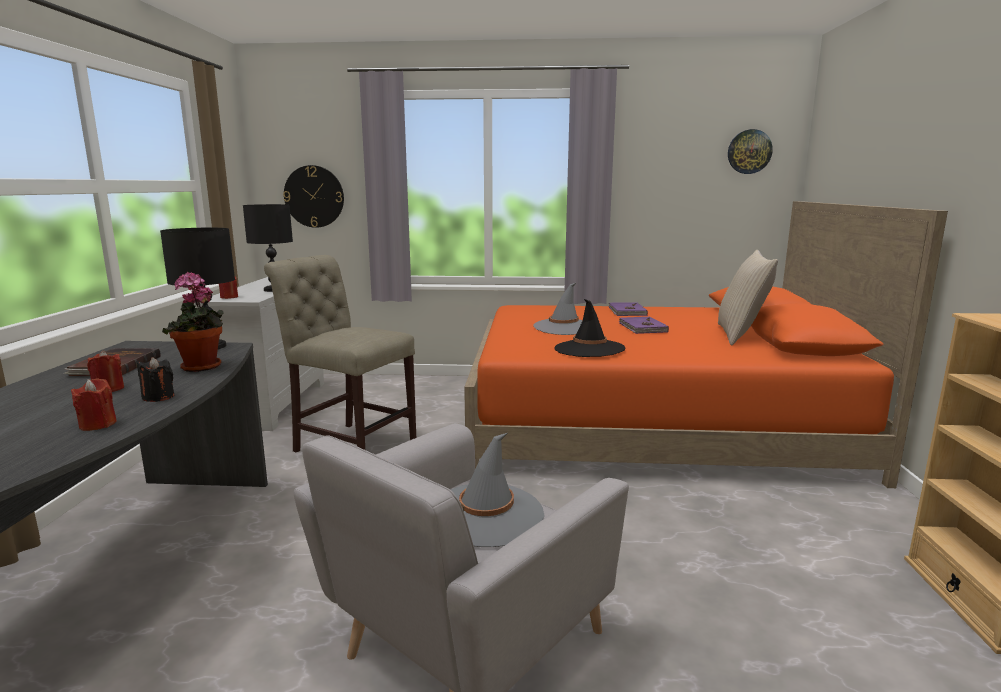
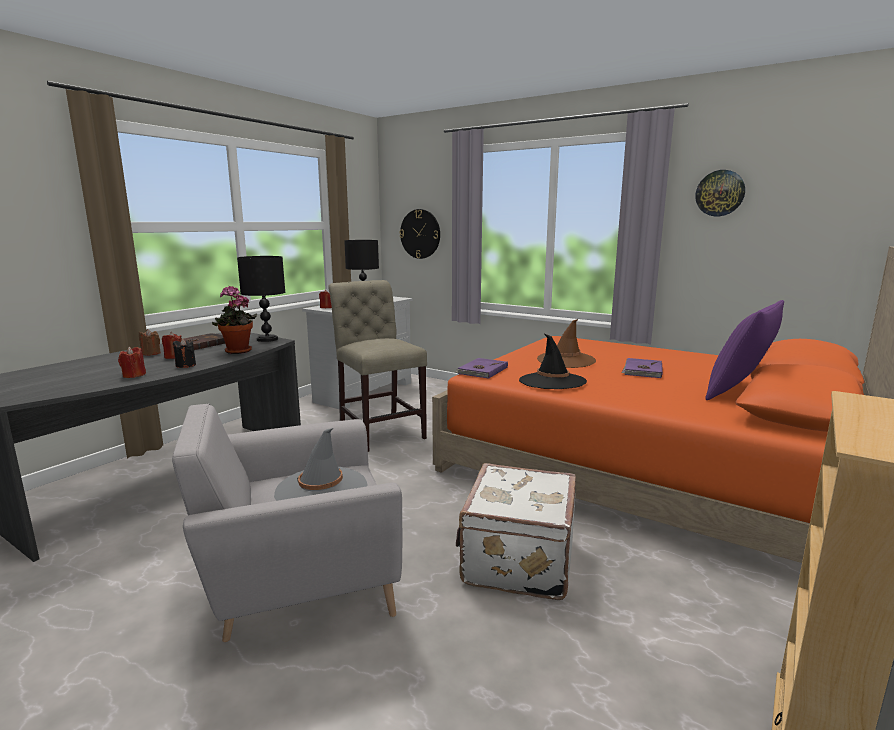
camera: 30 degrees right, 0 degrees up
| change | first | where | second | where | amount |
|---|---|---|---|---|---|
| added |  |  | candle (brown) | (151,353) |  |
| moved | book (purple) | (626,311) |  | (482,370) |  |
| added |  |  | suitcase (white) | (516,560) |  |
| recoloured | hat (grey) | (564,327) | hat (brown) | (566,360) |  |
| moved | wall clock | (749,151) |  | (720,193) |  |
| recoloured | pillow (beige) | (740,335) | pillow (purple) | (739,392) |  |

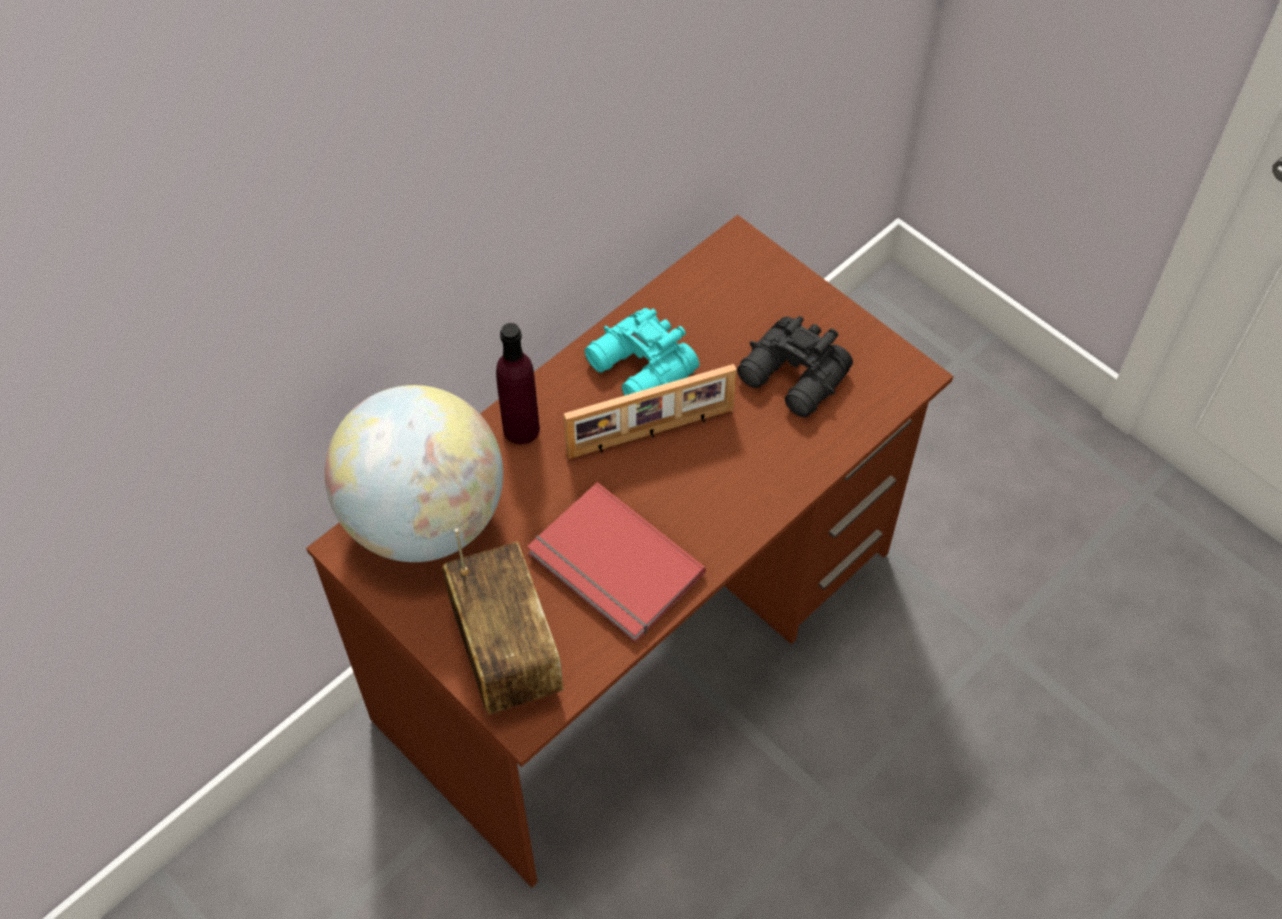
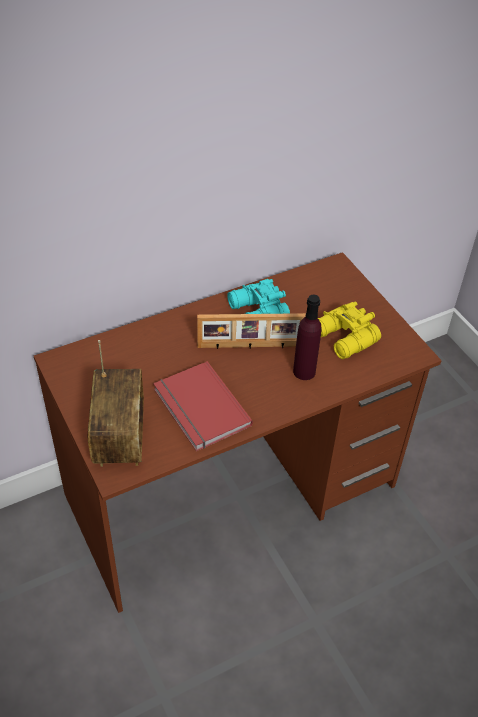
camera: 15 degrees right, 10 degrees down
| change | first | where | second | where | amount |
|---|---|---|---|---|---|
| moved | bottle (purple) | (521,429) |  | (304,371) |  |
| recoloured | binoculars (black) | (793,378) | binoculars (yellow) | (344,339) |  |
| removed | globe | (424,518) |  |  |  |

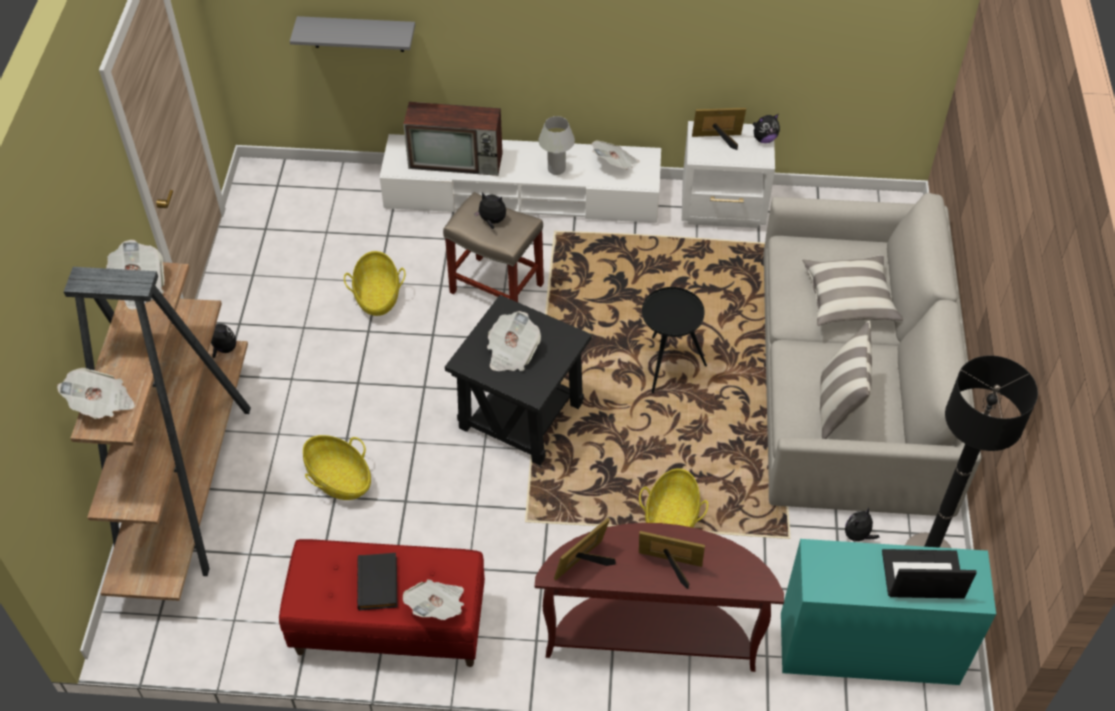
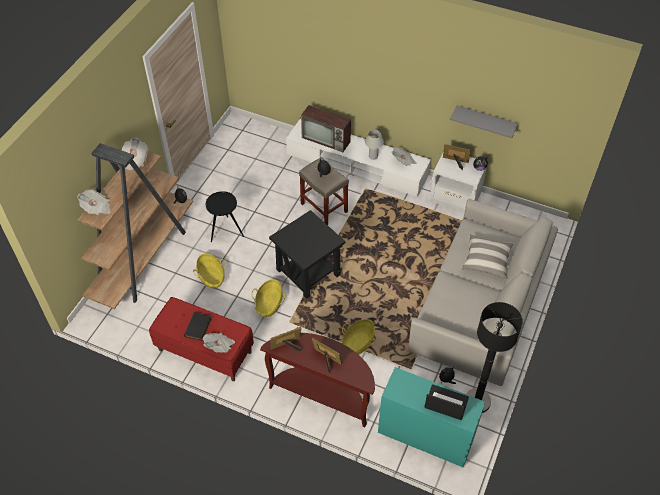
camera: 20 degrees right, 0 degrees up
| change | first | where | second | where | amount |
|---|---|---|---|---|---|
| moved | side table (black) | (667,367) |  | (225,232) |  |
| moved | basket | (377,296) |  | (269,304) |  |
| moved | shelf (grey) | (357,34) |  | (485,121) |  |
| removed | newspaper | (511,352) |  |  |  |
| removed | pillow | (839,406) |  |  |  |

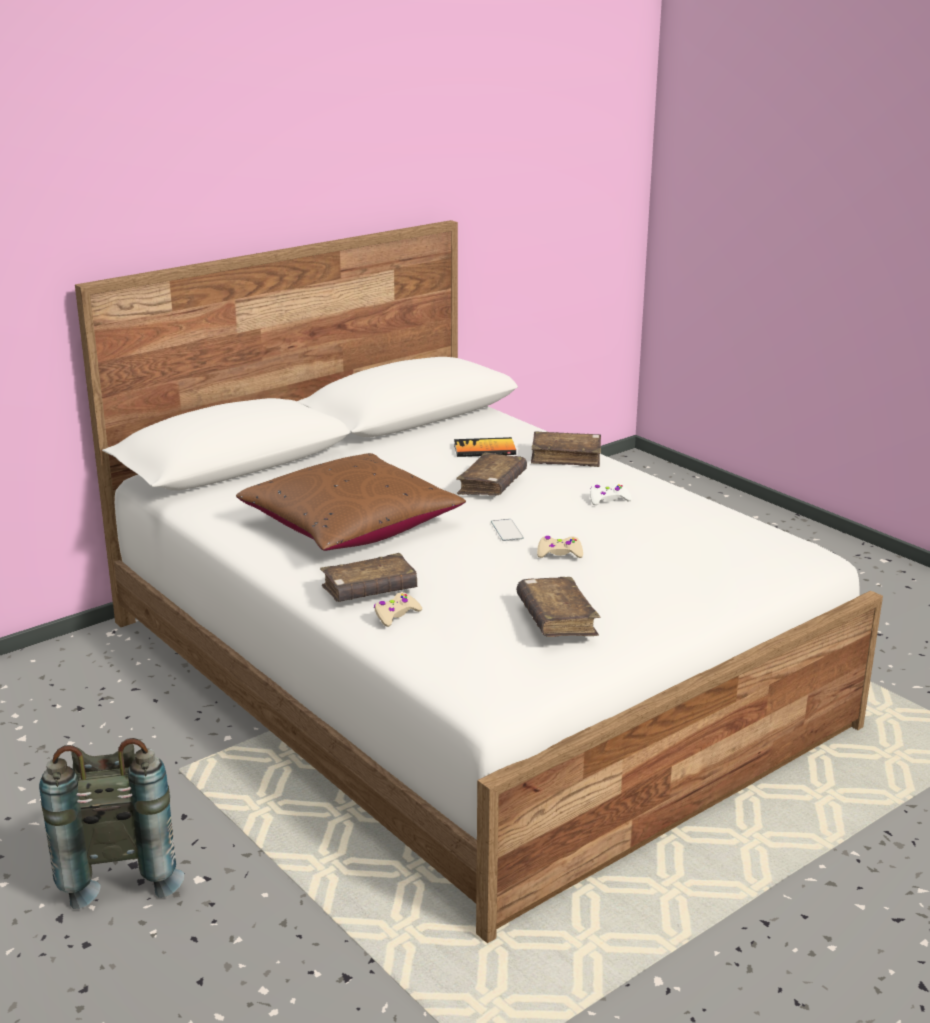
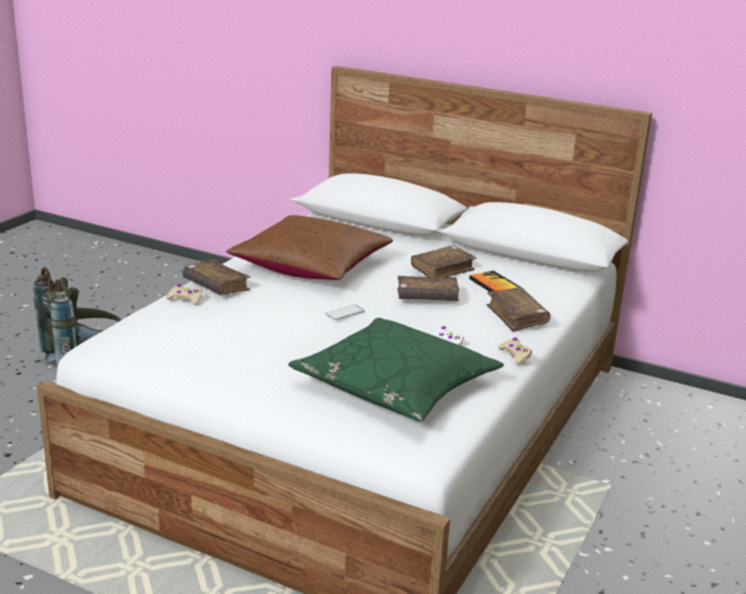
camera: 65 degrees right, 0 degrees up
| change | first | where | second | where | amount |
|---|---|---|---|---|---|
| added |  |  | pillow (green) | (395,385) |  |
| moved | book (brown) | (556,619) |  | (442,270) |  |
| moved | game controller (beige) | (559,553) |  | (515,355) |  |

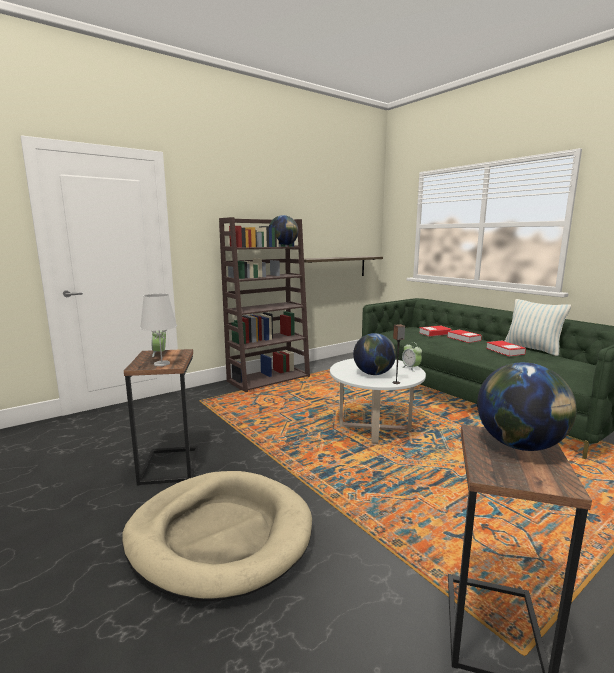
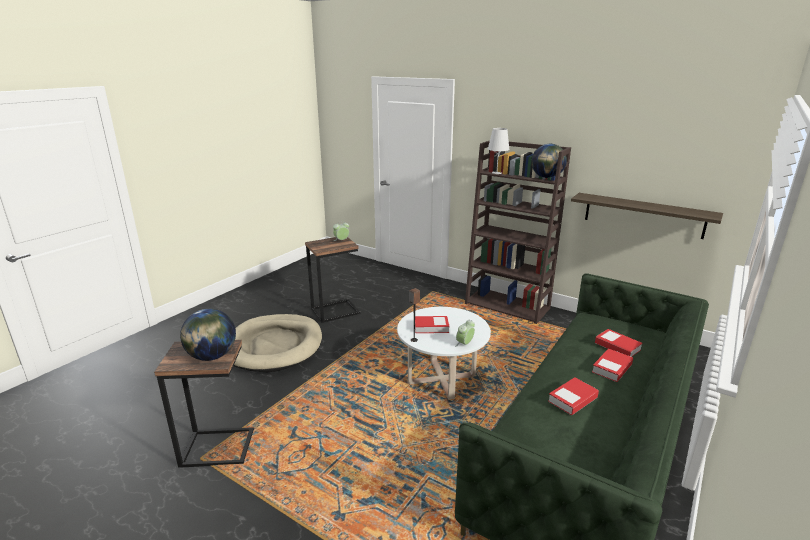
camera: 70 degrees right, 10 degrees up
| change | first | where | second | where | amount |
|---|---|---|---|---|---|
| replaced | globe | (374,374) | book | (431,327) |  |
| moved | table lamp (white) | (161,363) |  | (496,173) |  |
| removed | pillow | (532,349) |  |  |  |

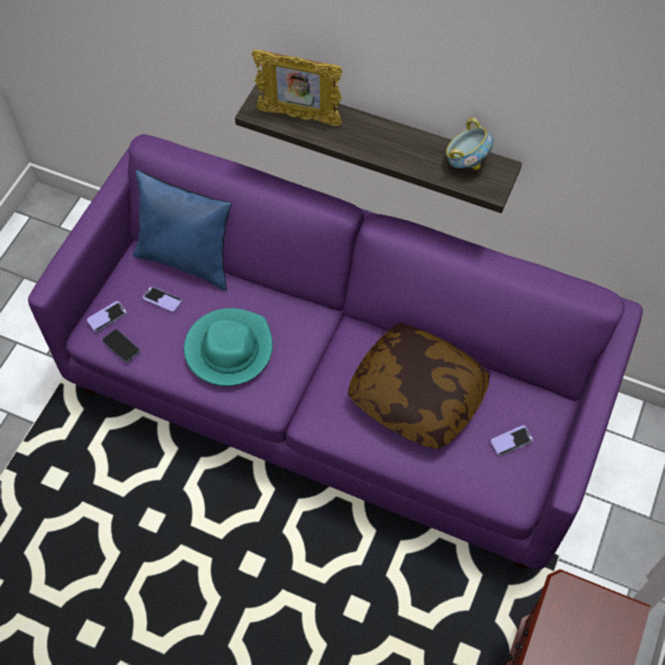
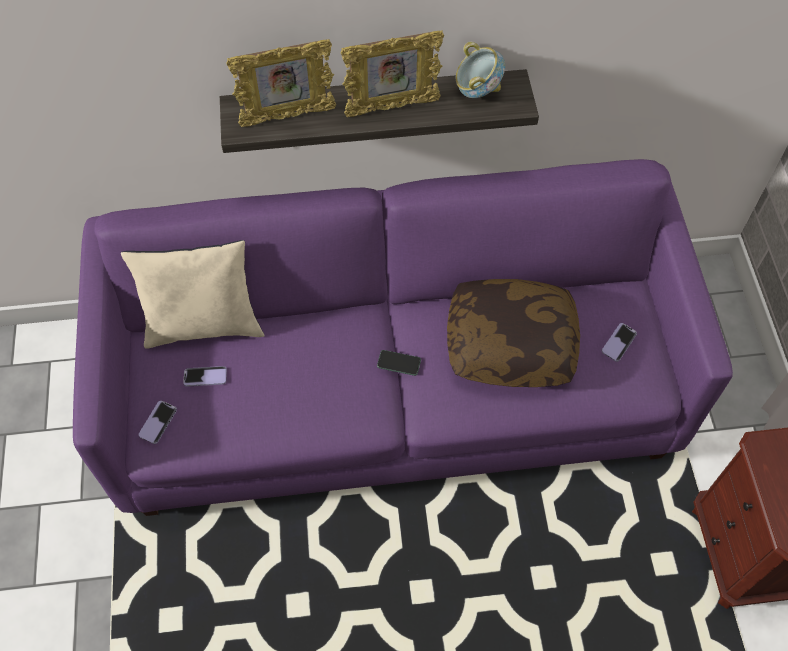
camera: 30 degrees left, 0 degrees up
| change | first | where | second | where | amount |
|---|---|---|---|---|---|
| recoloured | pillow (blue) | (188,259) | pillow (beige) | (204,324) |  |
| added |  |  | picture frame | (392,107) |  |
| moved | phone | (121,346) |  | (399,363) |  |
| removed | hat (turquoise) | (229,349) |  |  |  |

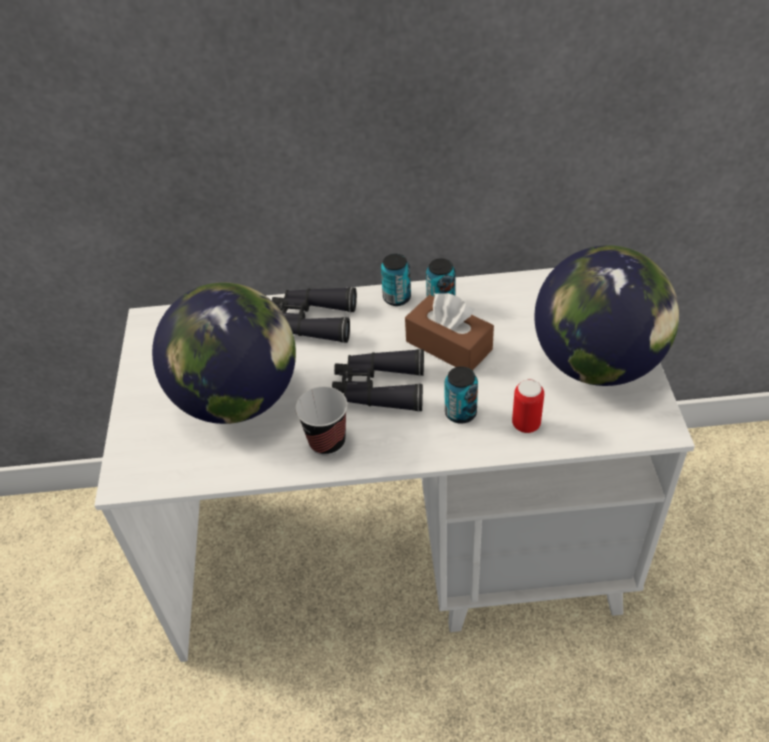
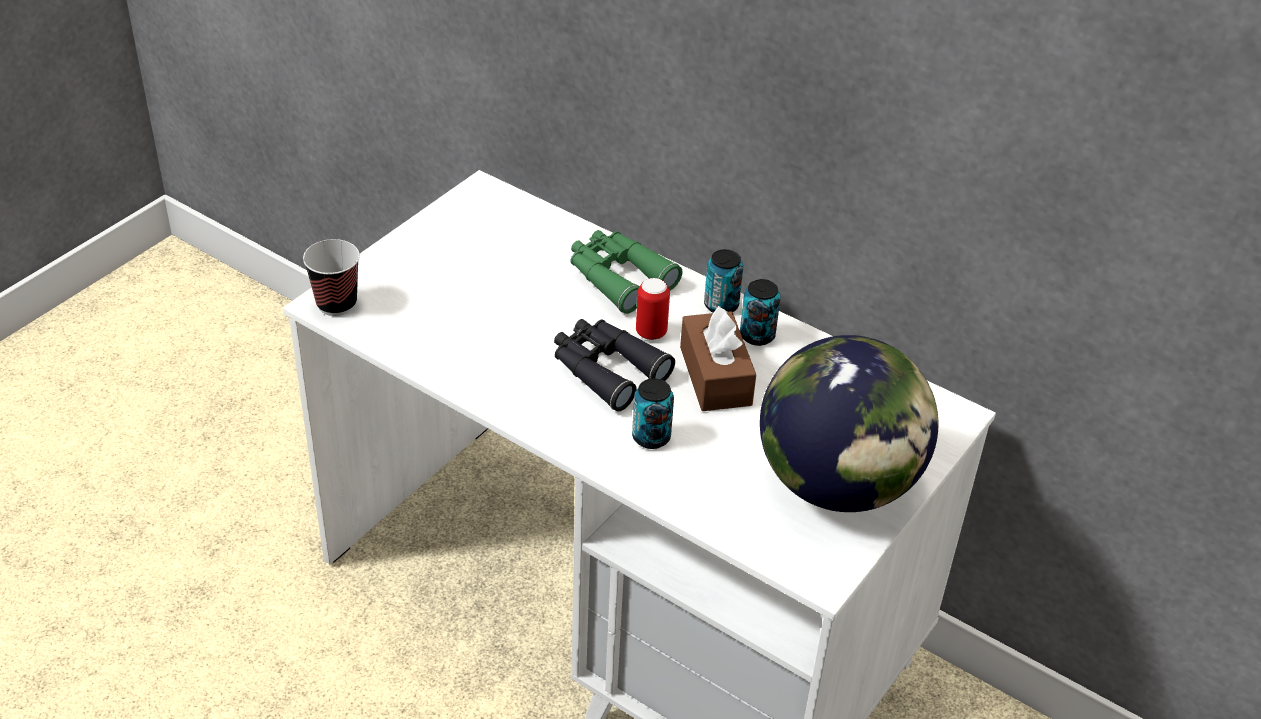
camera: 35 degrees right, 5 degrees down
| change | first | where | second | where | amount |
|---|---|---|---|---|---|
| moved | cup | (327,442) |  | (336,304) |  |
| recoloured | binoculars (black) | (312,322) | binoculars (green) | (618,277) |  |
| moved | can | (526,424) |  | (651,332) |  |
| removed | globe | (238,399) |  |  |  |

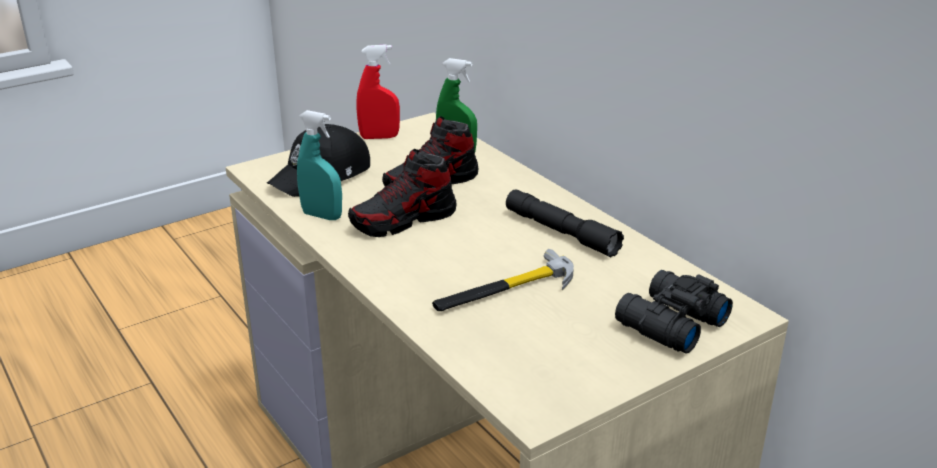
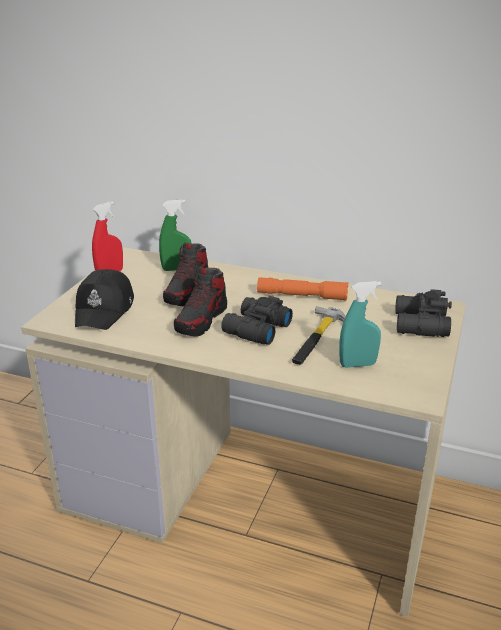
camera: 35 degrees left, 0 degrees up
| change | first | where | second | where | amount |
|---|---|---|---|---|---|
| added |  |  | binoculars (black) | (255,329) |  |
| recoloured | flashlight (black) | (561,232) | flashlight (orange) | (302,296) |  |
| moved | spray bottle (turquoise) | (322,216) |  | (357,364) |  |

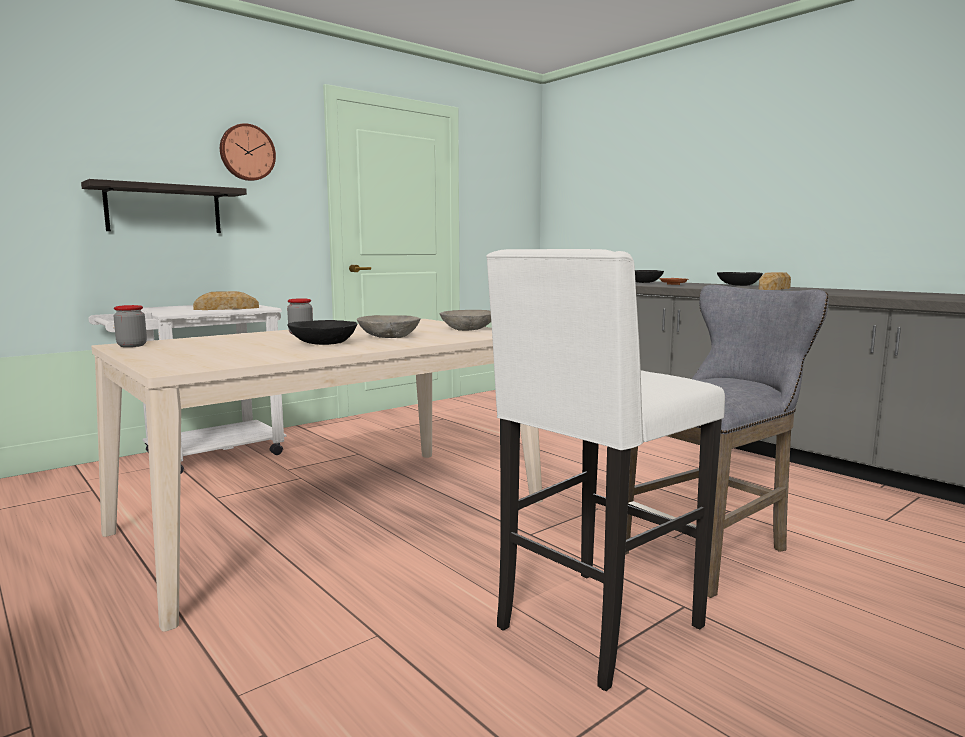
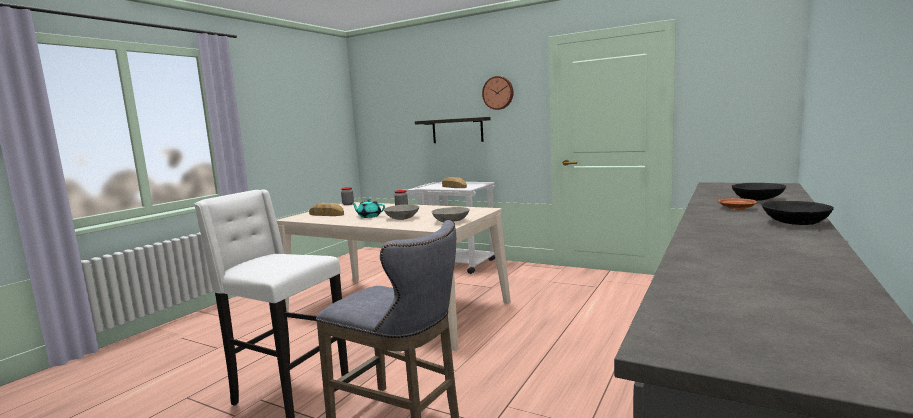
camera: 70 degrees right, 0 degrees up
| change | first | where | second | where | amount |
|---|---|---|---|---|---|
| moved | bread | (774,288) |  | (326,214) |  |
| replaced | bowl (black) | (323,343) | teapot (turquoise) | (369,216) |  |

